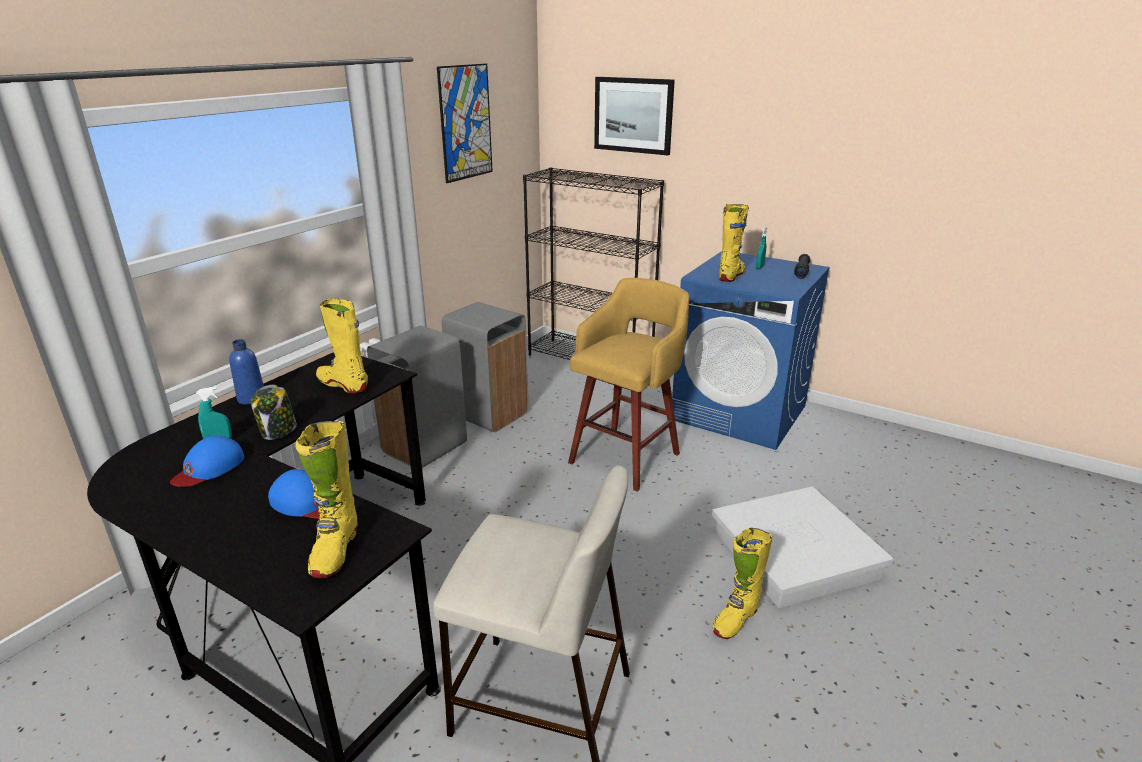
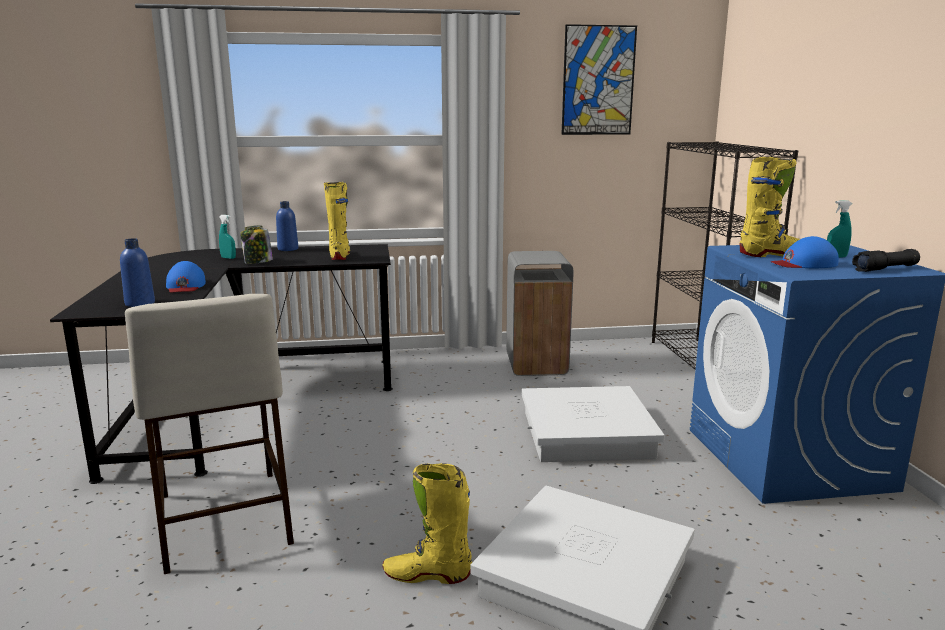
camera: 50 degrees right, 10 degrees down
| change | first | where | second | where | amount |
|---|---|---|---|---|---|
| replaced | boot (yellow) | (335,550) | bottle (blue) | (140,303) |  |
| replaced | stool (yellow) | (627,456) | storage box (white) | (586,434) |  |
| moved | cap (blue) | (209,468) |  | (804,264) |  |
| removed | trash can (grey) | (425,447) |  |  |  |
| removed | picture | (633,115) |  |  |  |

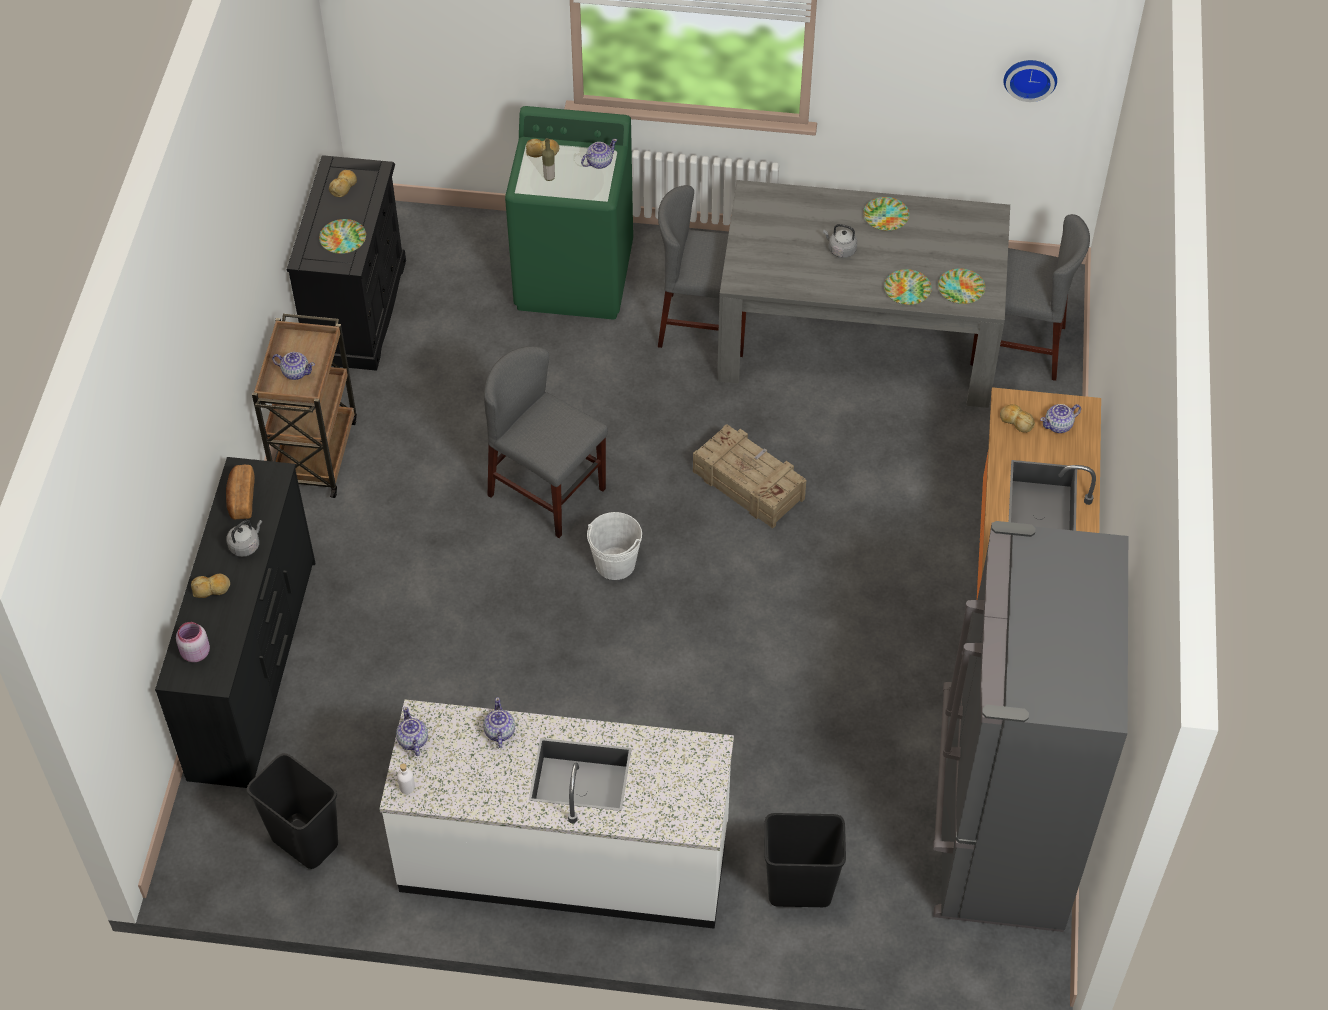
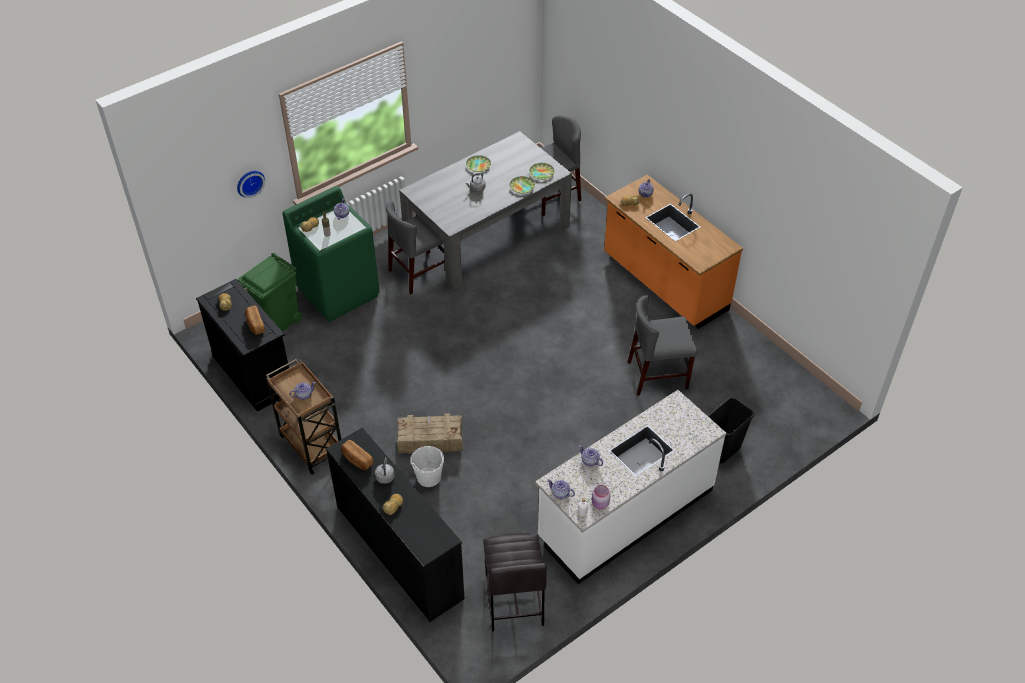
camera: 45 degrees left, 5 degrees down
| change | first | where | second | where | amount |
|---|---|---|---|---|---|
| moved | wall clock | (1030,77) |  | (249,182) |  |
| added |  |  | trash can (green) | (277,320) |  |
| replaced | plate | (343,239) | bread | (255,325) |  |
| moved | crate | (748,484) |  | (430,439) |  |
| moved | bucket (white) | (615,563) |  | (428,477) |  |
| replaced | trash can (black) | (303,842) | stool (grey) | (513,600) |  |
| moved | jar (pink) | (195,653) |  | (600,504) |  |
| moved | chair (grey) | (547,492) |  | (657,375) |  |
| removed | fridge (grey) | (997,835) |  |  |  |

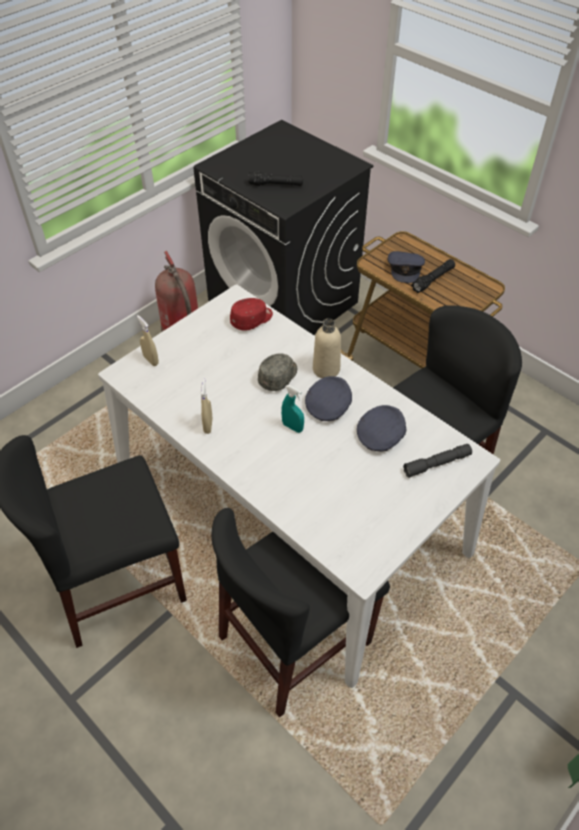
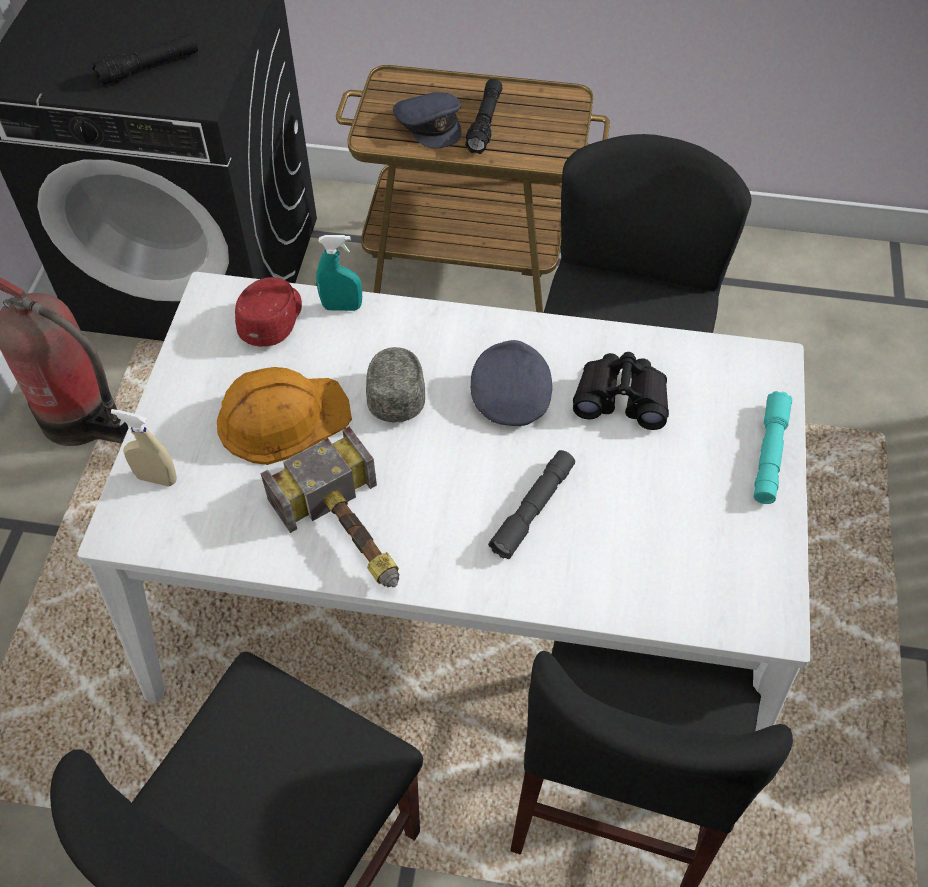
camera: 35 degrees left, 5 degrees up
| change | first | where | second | where | amount |
|---|---|---|---|---|---|
| added |  |  | hard hat (orange) | (282,417) |  |
| replaced | spray bottle (beige) | (208,425) | hammer | (352,535) |  |
| moved | spray bottle (turquoise) | (292,427) |  | (342,307) |  |
| moved | flashlight (grey) | (437,464) |  | (533,509) |  |
| replaced | cap (grey) | (381,434) | binoculars (black) | (621,398) |  |
| added |  |  | flashlight (turquoise) | (769,454) |  |
| removed | bottle (beige) | (326,369) |  |  |  |

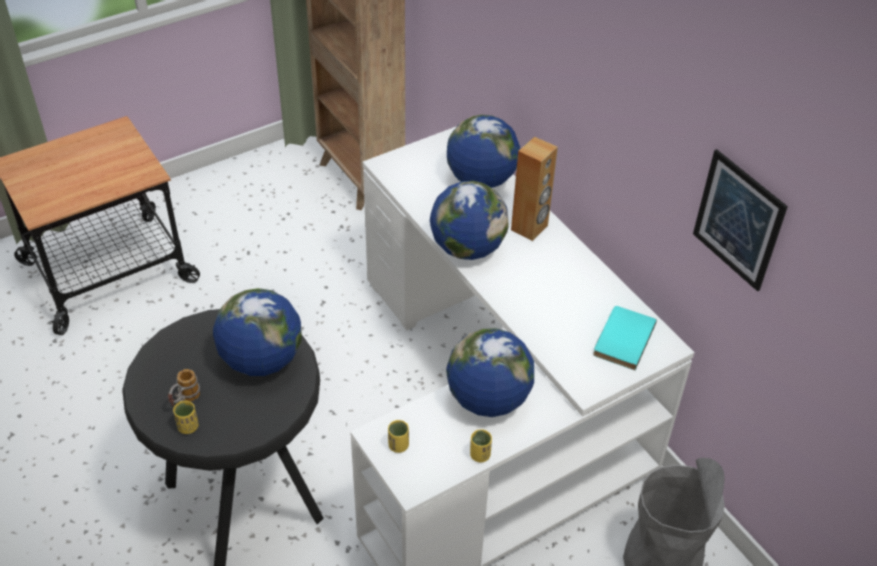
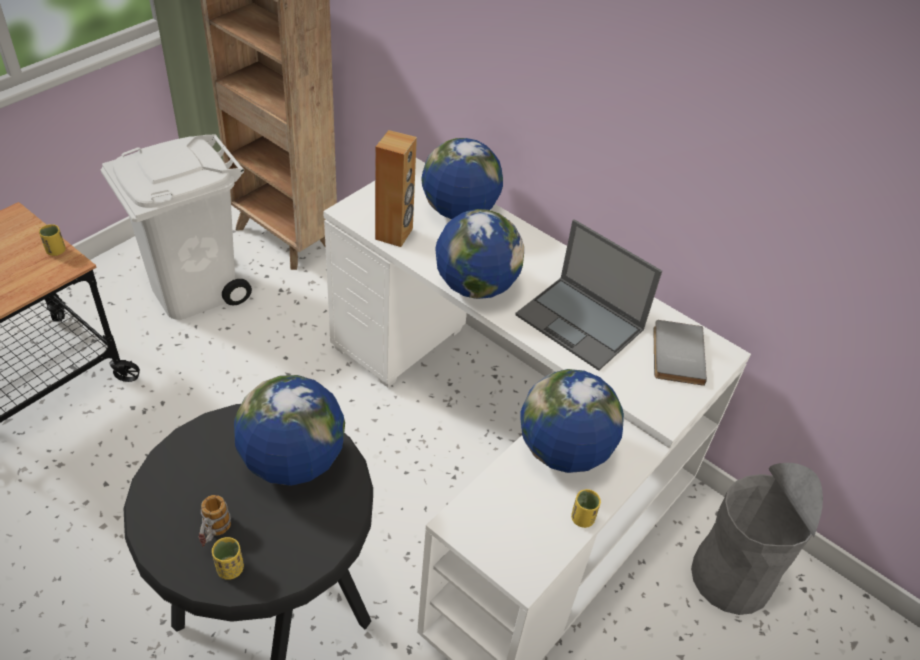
camera: 20 degrees left, 0 degrees up
| change | first | where | second | where | amount |
|---|---|---|---|---|---|
| moved | cup (yellow) | (398,445) |  | (56,251) |  |
| added |  |  | trash can (white) | (193,289) |  |
| moved | speaker (brown) | (529,228) |  | (394,234) |  |
| added |  |  | laptop | (581,323) |  |
| recoloured | book (turquoise) | (621,339) | book (grey) | (675,354) |  |
| removed | picture | (738,220) |  |  |  |

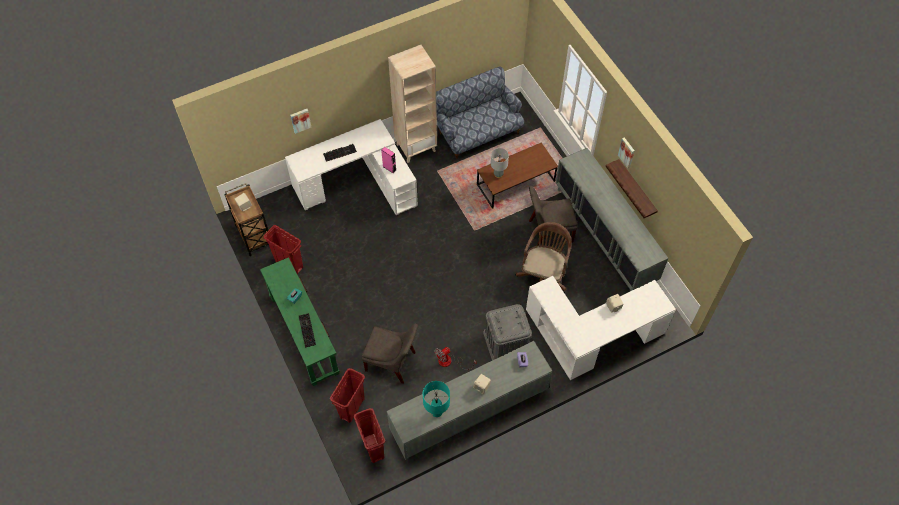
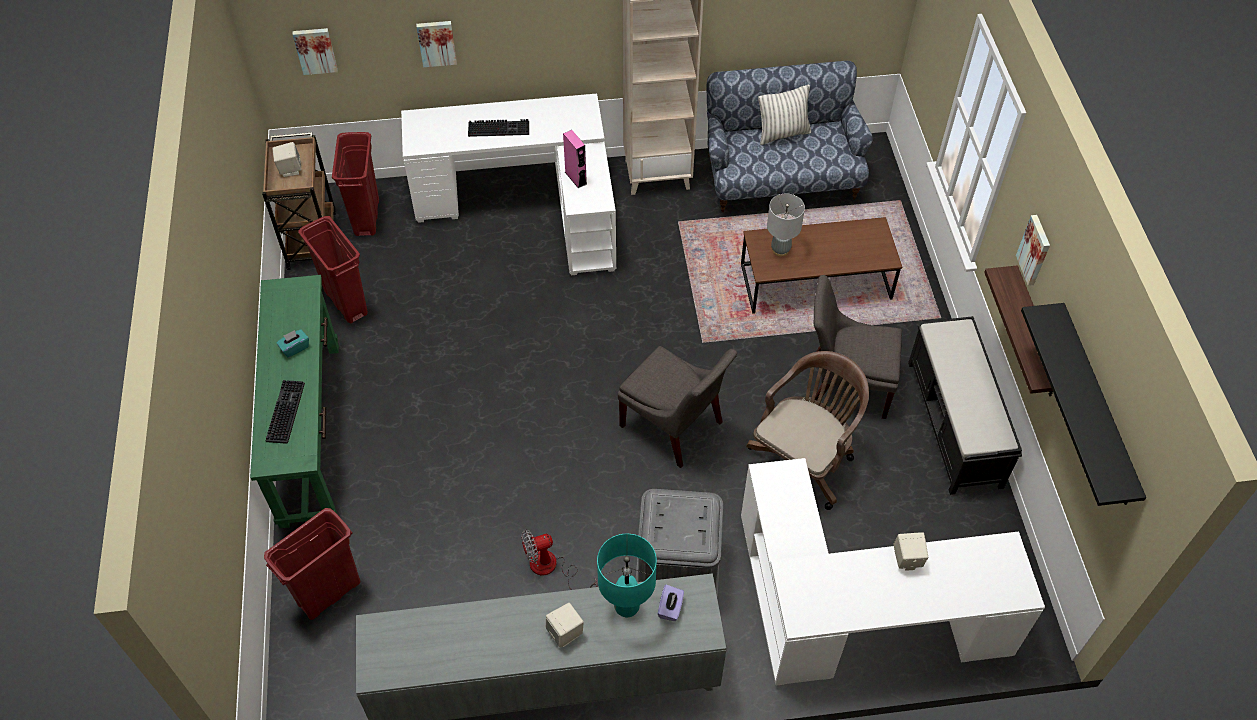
camera: 20 degrees right, 5 degrees down
| change | first | where | second | where | amount |
|---|---|---|---|---|---|
| added |  |  | picture | (315,50) |  |
| moved | trash can (red) | (373,447) |  | (367,217) |  |
| moved | table lamp (turquoise) | (436,411) |  | (627,606) |  |
| moved | chair (grey) | (392,362) |  | (674,427) |  |
| added |  |  | pillow | (782,134) |  |
| replaced | cabinet (grey) | (604,235) | bench (black) | (954,424) |  |
| added |  |  | shelf (black) | (1096,406) |  |

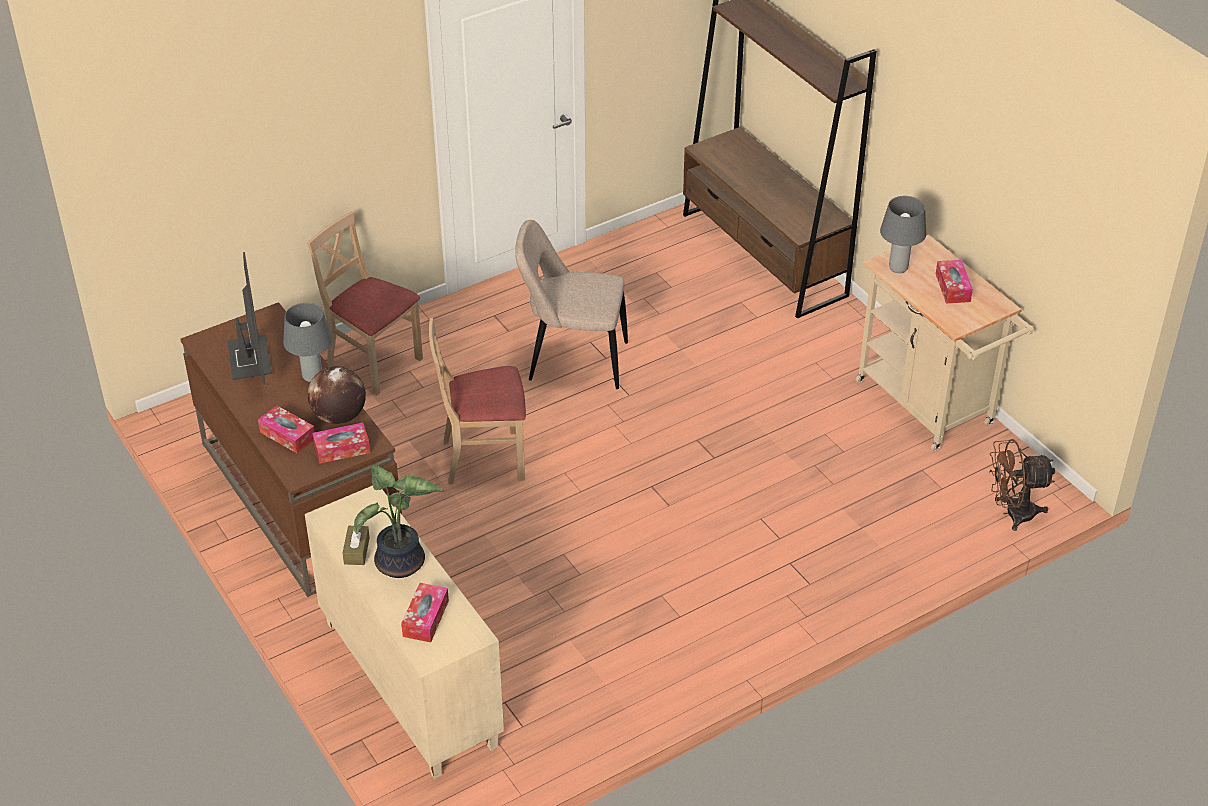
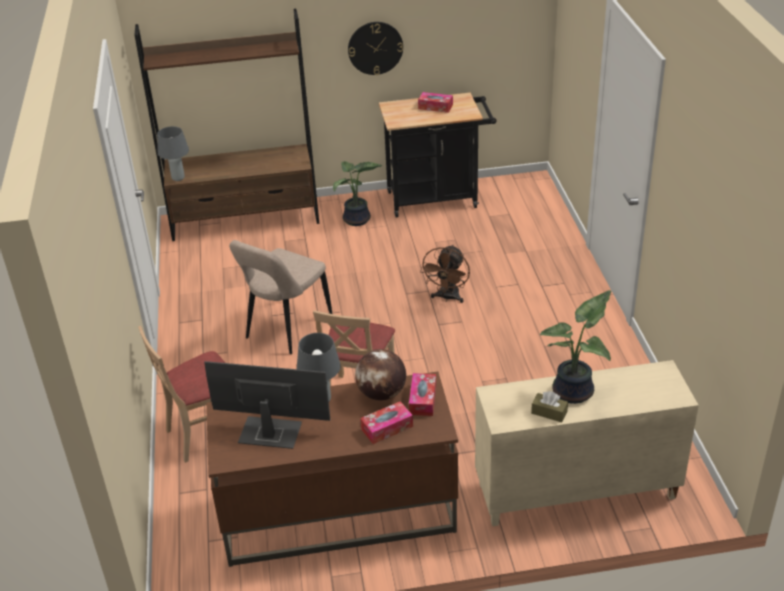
camera: 65 degrees left, 5 degrees down
| change | first | where | second | where | amount |
|---|---|---|---|---|---|
| moved | table lamp (grey) | (898,268) |  | (178,178) |  |
| added |  |  | potted plant | (357,221) |  |
| added |  |  | wall clock | (375,48) |  |
| recoloured | cart (beige) | (930,408) | cart (black) | (438,198) |  |
| moved | fan (brown) | (1012,513) |  | (447,298) |  |
| removed | tissue box | (425,618) |  |  |  |

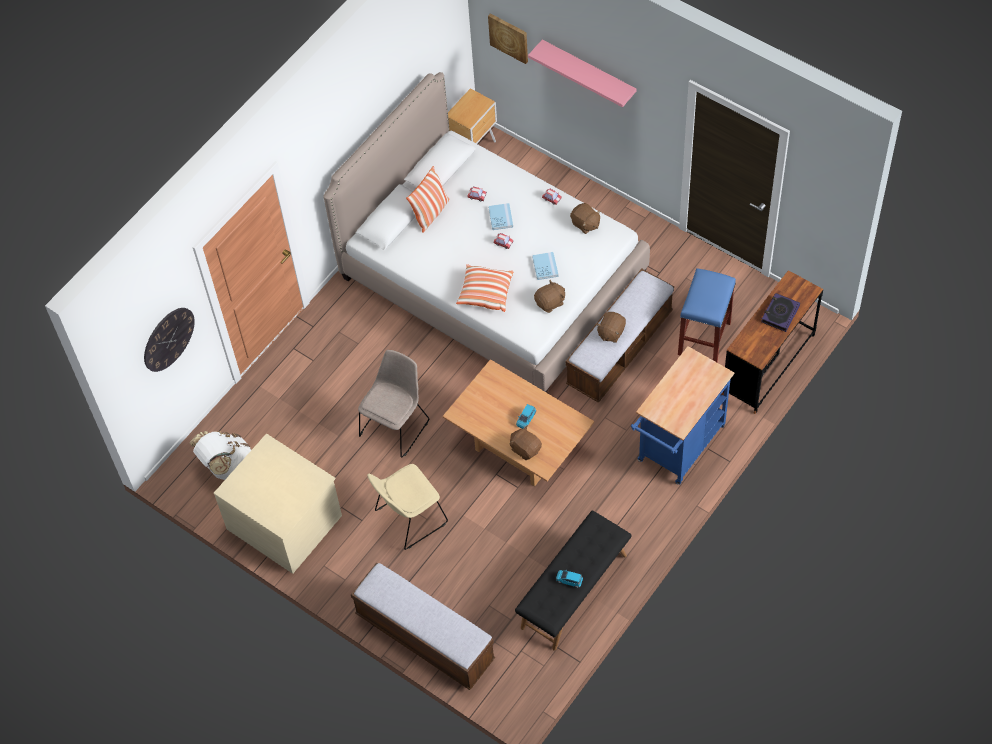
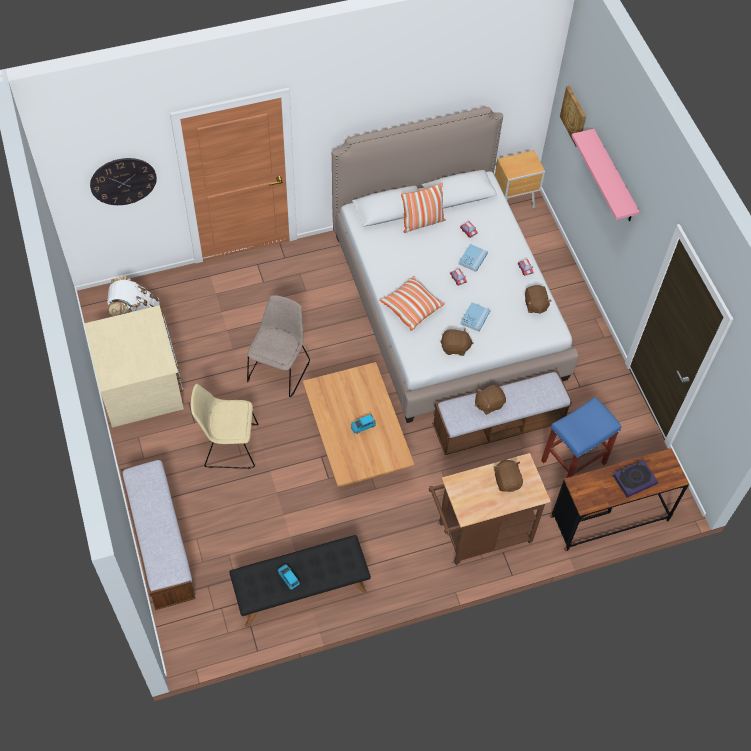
camera: 30 degrees right, 0 degrees up
| change | first | where | second | where | amount |
|---|---|---|---|---|---|
| turned | chair (beige) | (395,426) |  | (279,369) | 45 degrees counterclockwise |
| recoloured | cart (blue) | (678,448) | cart (brown) | (479,535) |  |
| moved | plush toy (brown) | (525,448) |  | (507,481) |  |

